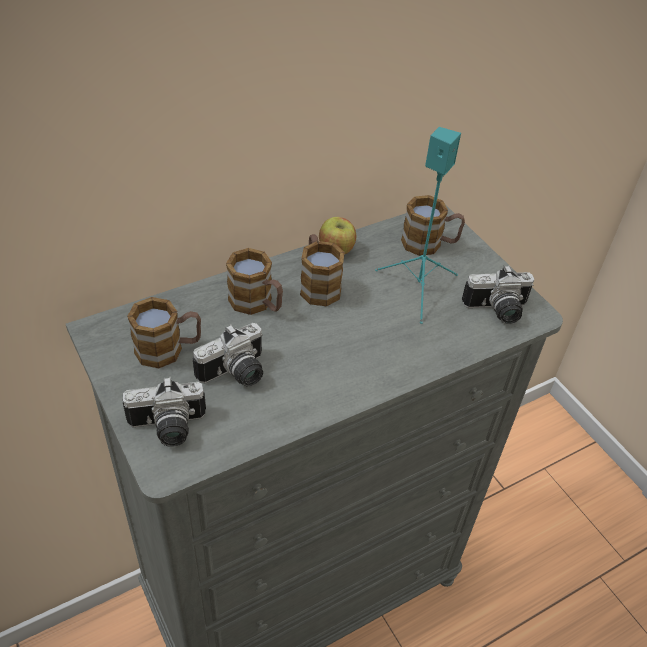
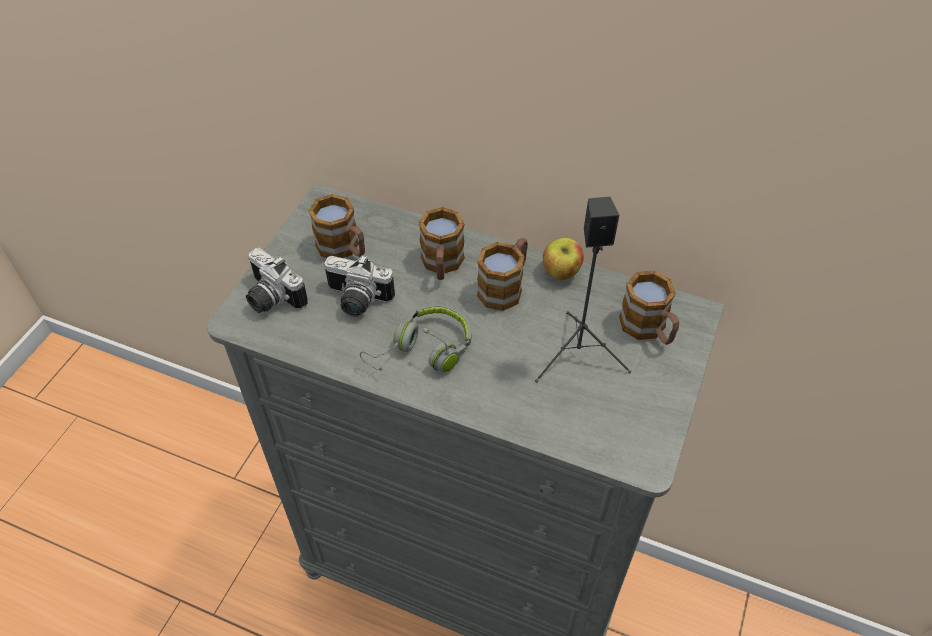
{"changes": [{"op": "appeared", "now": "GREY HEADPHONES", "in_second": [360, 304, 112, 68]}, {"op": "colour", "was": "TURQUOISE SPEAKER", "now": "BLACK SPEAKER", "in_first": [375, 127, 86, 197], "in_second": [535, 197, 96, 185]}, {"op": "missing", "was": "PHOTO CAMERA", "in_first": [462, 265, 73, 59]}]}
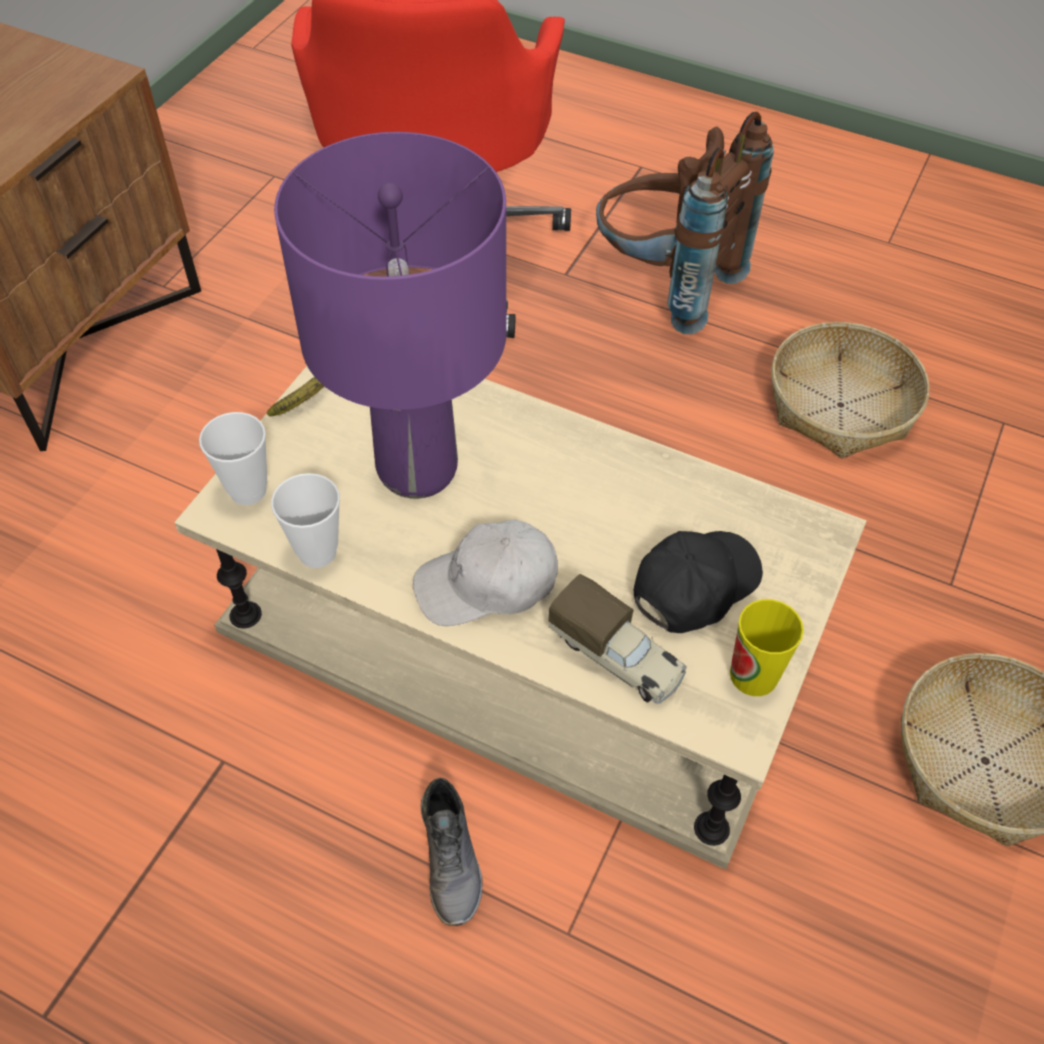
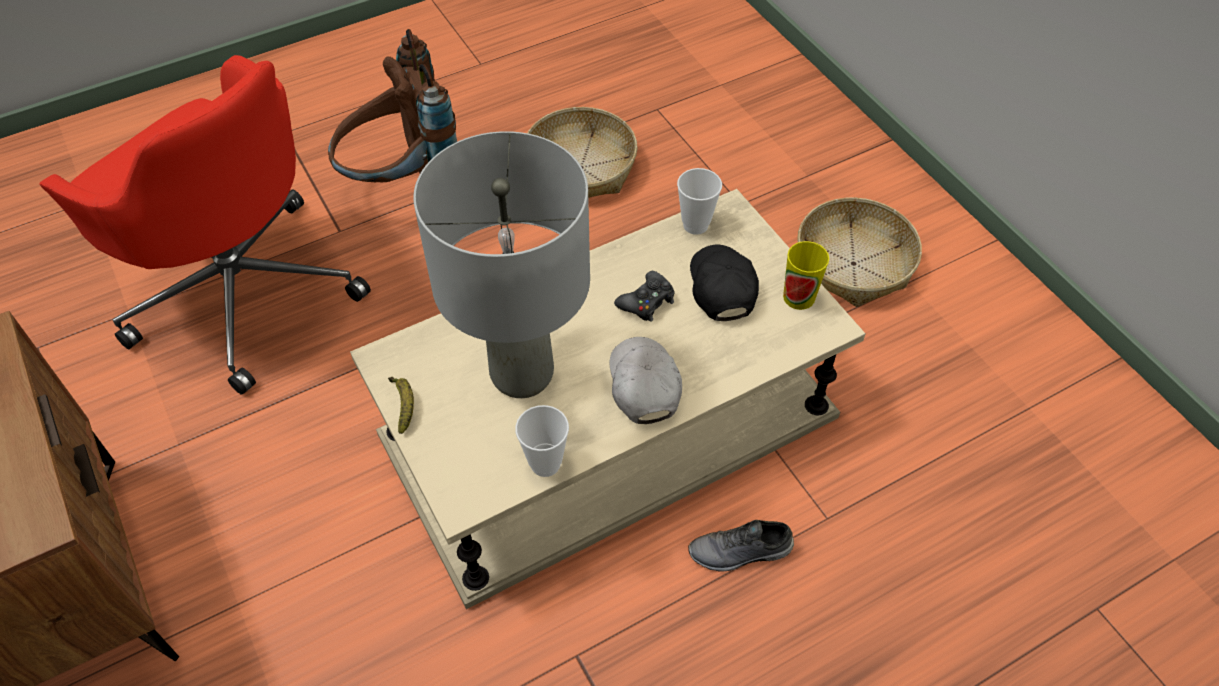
{"changes": [{"op": "colour", "was": "PURPLE TABLE LAMP", "now": "GREY TABLE LAMP", "in_first": [274, 132, 232, 367], "in_second": [413, 131, 177, 267]}, {"op": "spun", "was": "WHITE CAP", "in_first": [413, 520, 145, 106], "in_second": [610, 337, 72, 87], "clockwise": 150}, {"op": "appeared", "now": "BLACK GAME CONTROLLER", "in_second": [614, 271, 61, 51]}, {"op": "relocated", "was": "CUP", "in_first": [199, 412, 68, 93], "in_second": [677, 168, 45, 67]}, {"op": "spun", "was": "GREY SHOE", "in_first": [421, 778, 61, 148], "in_second": [688, 520, 106, 52], "clockwise": 150}, {"op": "missing", "was": "TOY TRUCK", "in_first": [549, 574, 137, 130]}]}
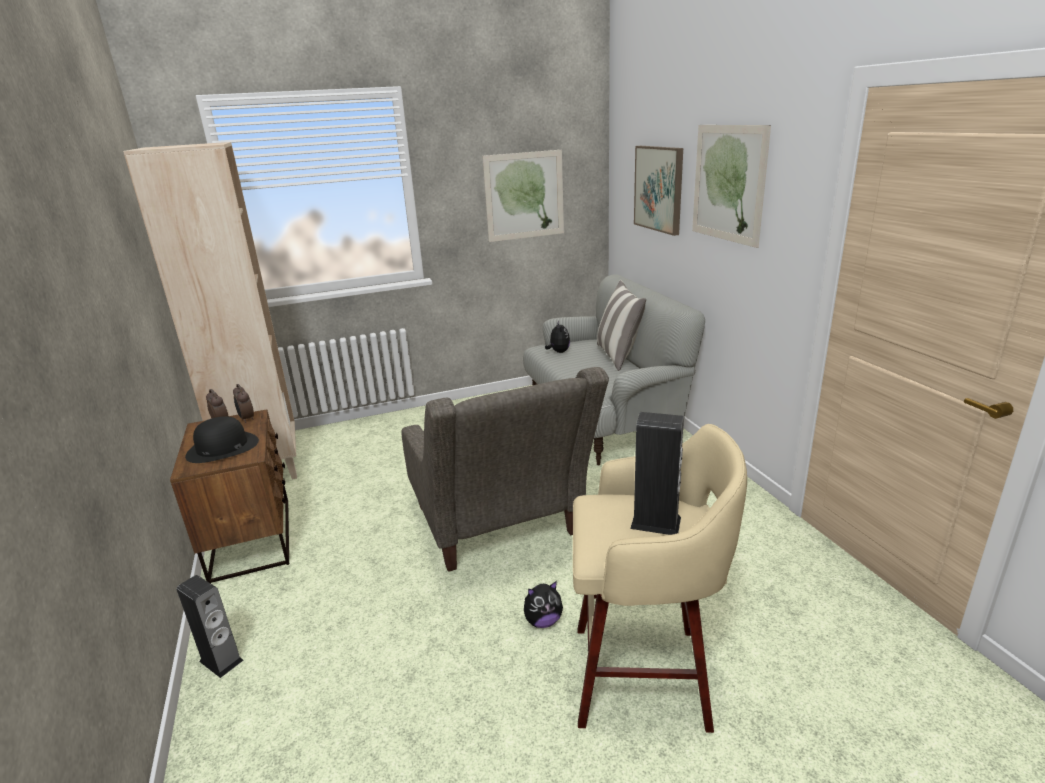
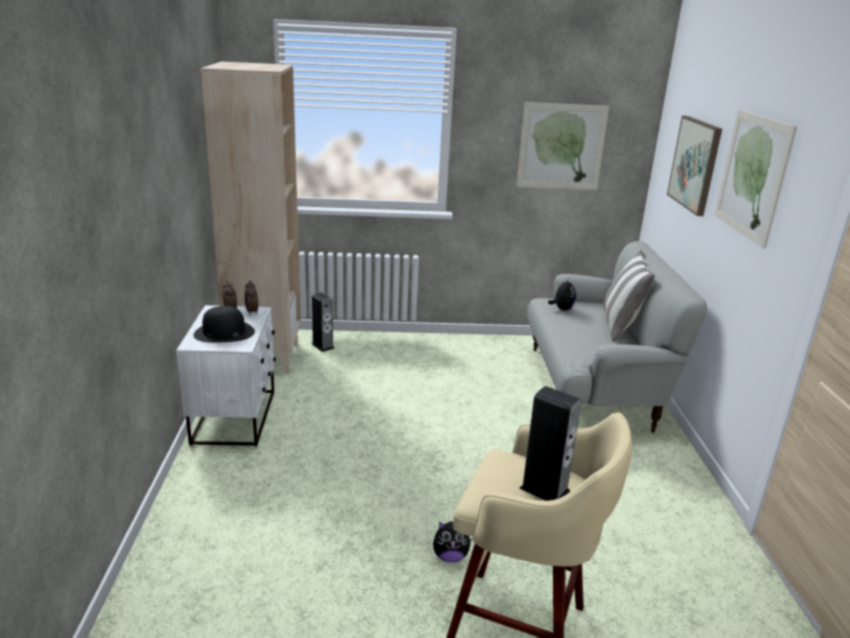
{"changes": [{"op": "colour", "was": "BROWN NIGHTSTAND", "now": "WHITE NIGHTSTAND", "in_first": [170, 410, 119, 173], "in_second": [176, 305, 100, 142]}, {"op": "relocated", "was": "SPEAKER", "in_first": [176, 575, 67, 103], "in_second": [312, 293, 23, 59]}, {"op": "missing", "was": "GREY ARMCHAIR", "in_first": [401, 367, 208, 205]}]}
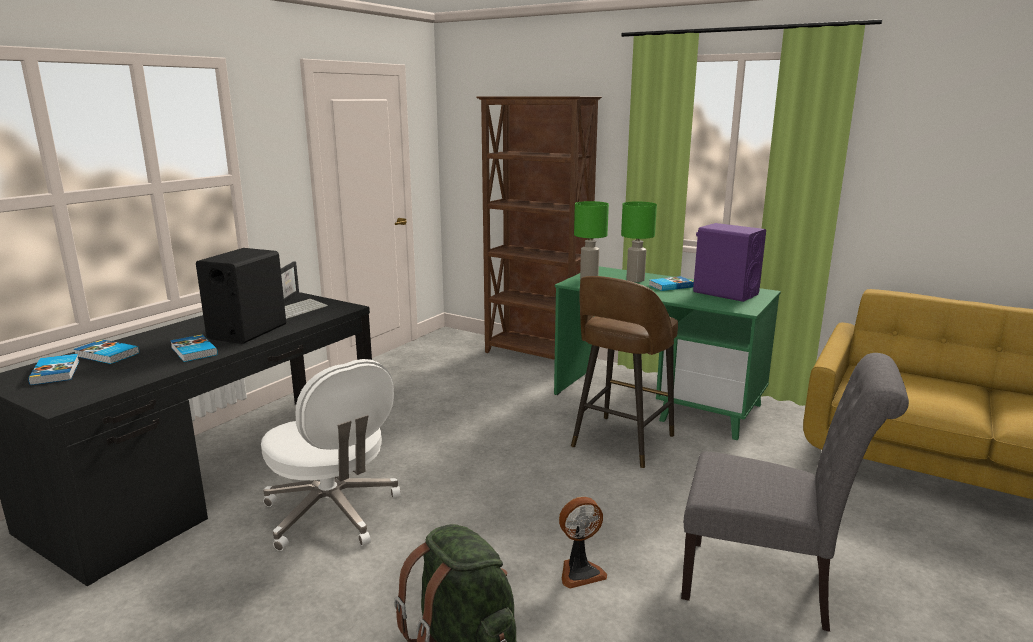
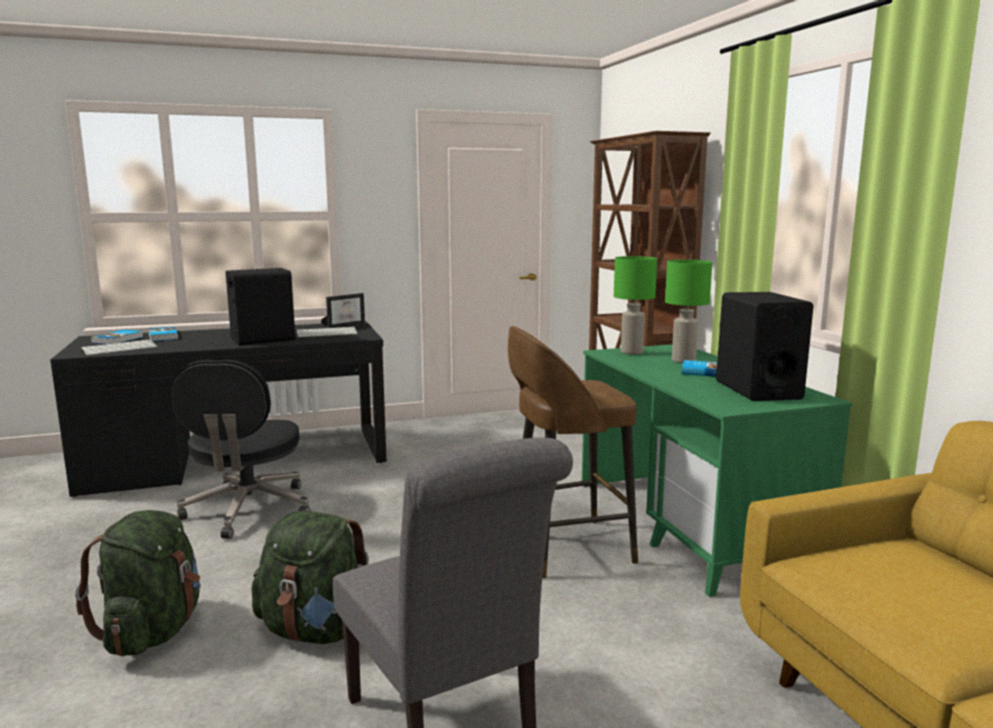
{"changes": [{"op": "appeared", "now": "KEYBOARD", "in_second": [81, 340, 76, 15]}, {"op": "colour", "was": "WHITE OFFICE CHAIR", "now": "BLACK OFFICE CHAIR", "in_first": [261, 359, 140, 192], "in_second": [170, 360, 140, 179]}, {"op": "exchanged", "was": "FAN", "now": "GREEN BACKPACK", "in_first": [559, 497, 48, 92], "in_second": [252, 510, 117, 134]}, {"op": "colour", "was": "PURPLE SPEAKER", "now": "BLACK SPEAKER", "in_first": [693, 223, 73, 79], "in_second": [716, 292, 98, 109]}, {"op": "missing", "was": "BOOK", "in_first": [170, 335, 48, 27]}]}
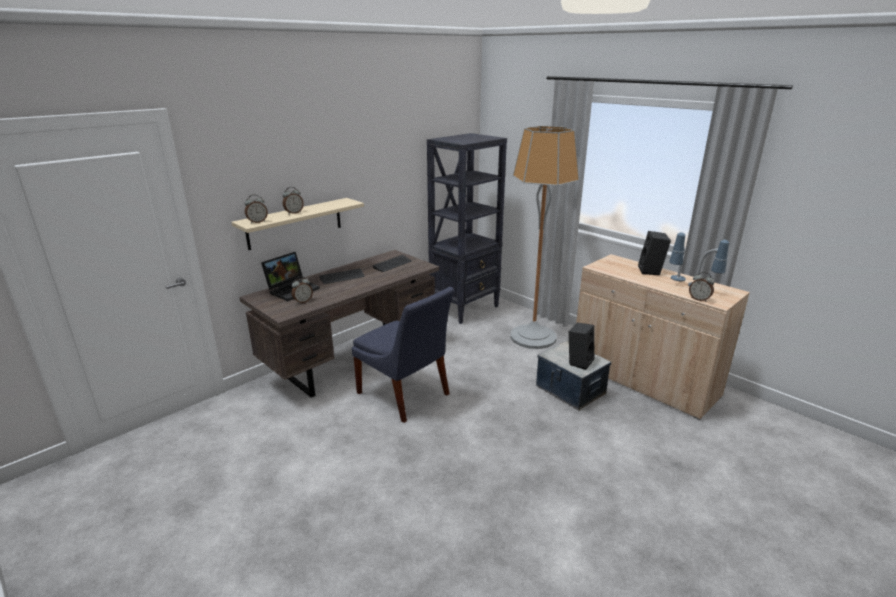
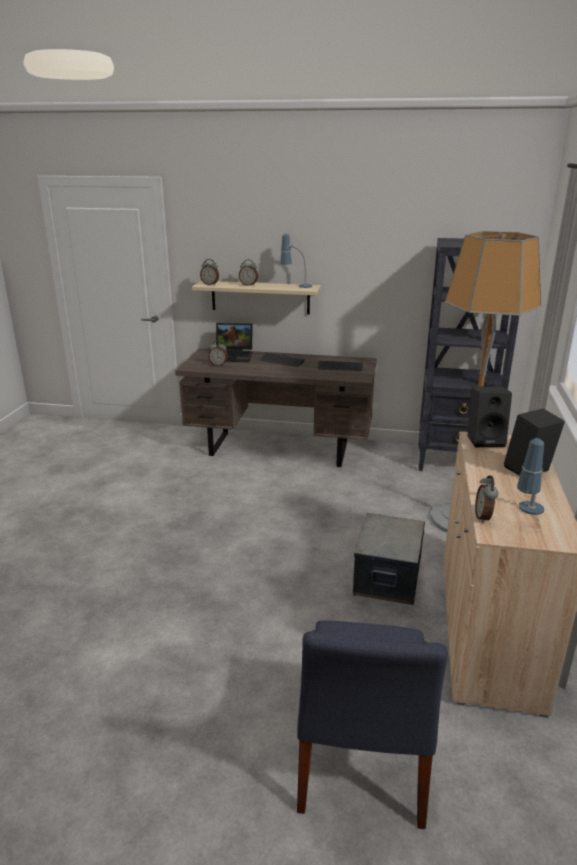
{"changes": [{"op": "relocated", "was": "TABLE LAMP", "in_first": [669, 232, 17, 49], "in_second": [280, 234, 32, 54]}, {"op": "relocated", "was": "BLUE CHAIR", "in_first": [352, 287, 103, 136], "in_second": [297, 621, 151, 208]}, {"op": "relocated", "was": "BLACK SPEAKER", "in_first": [569, 322, 25, 48], "in_second": [467, 386, 45, 61]}]}
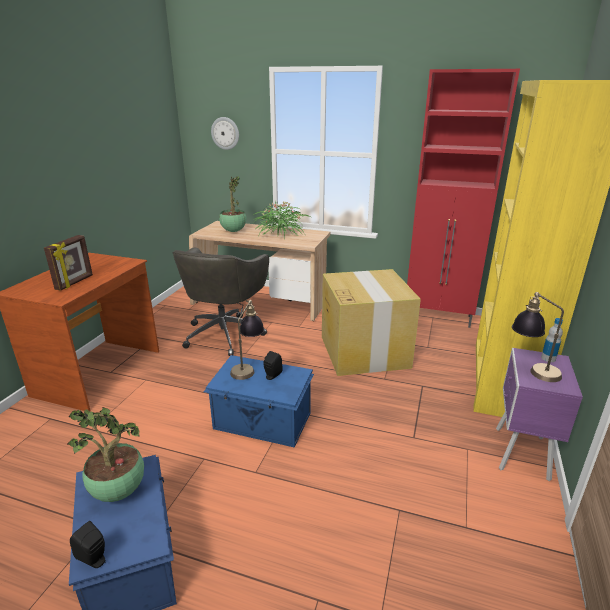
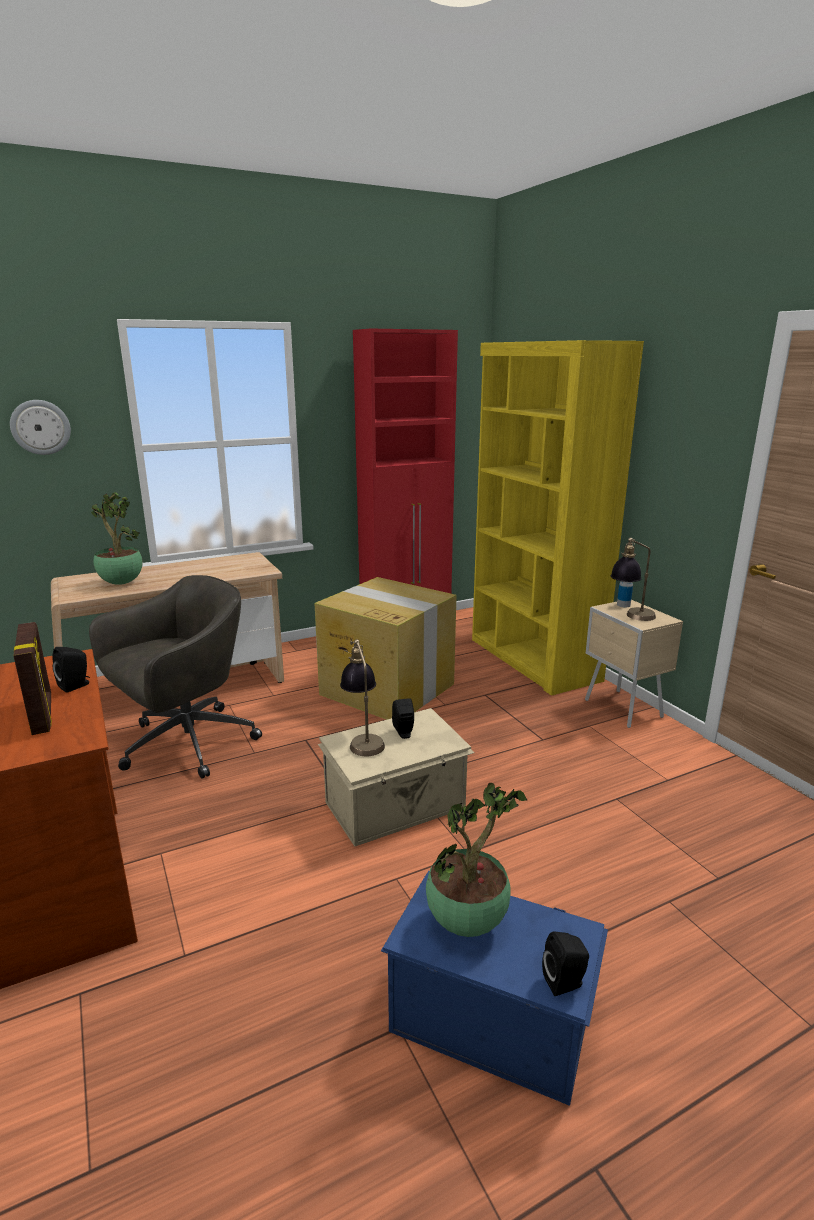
{"changes": [{"op": "appeared", "now": "BLACK SPEAKER", "in_second": [52, 647, 38, 46]}, {"op": "spun", "was": "GREY OFFICE CHAIR", "in_first": [172, 248, 97, 108], "in_second": [89, 575, 173, 204], "clockwise": -105}, {"op": "colour", "was": "BLUE STORAGE BOX", "now": "BEIGE STORAGE BOX", "in_first": [204, 355, 110, 93], "in_second": [318, 708, 157, 138]}, {"op": "colour", "was": "PURPLE NIGHTSTAND", "now": "BEIGE NIGHTSTAND", "in_first": [496, 348, 87, 133], "in_second": [585, 600, 98, 128]}, {"op": "missing", "was": "POTTED PLANT", "in_first": [253, 201, 58, 39]}]}
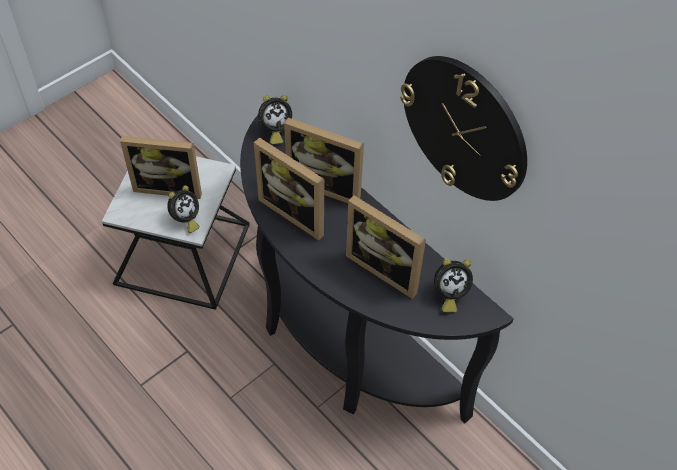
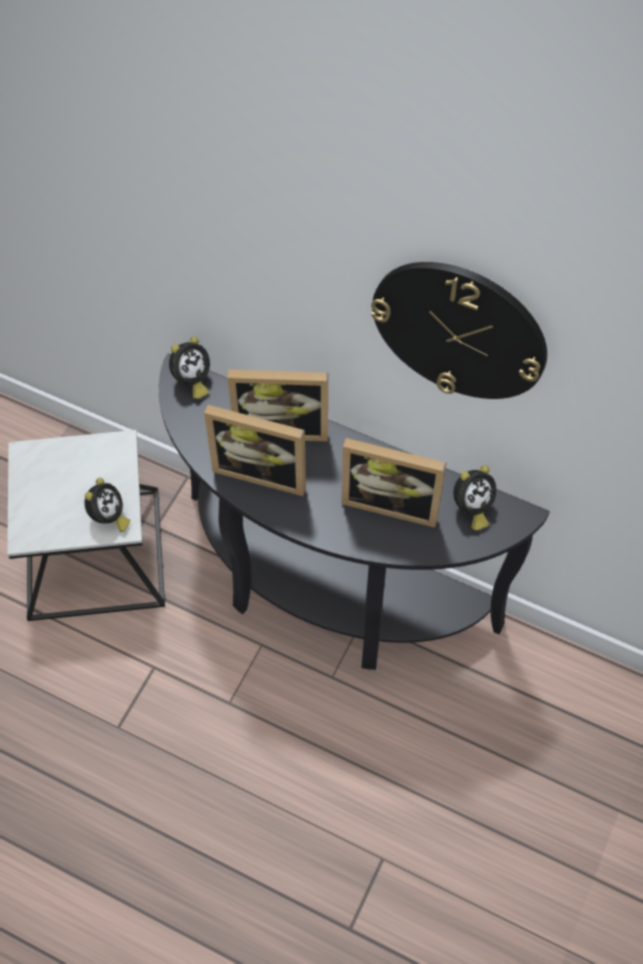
{"changes": [{"op": "missing", "was": "PICTURE FRAME", "in_first": [120, 136, 82, 63]}]}
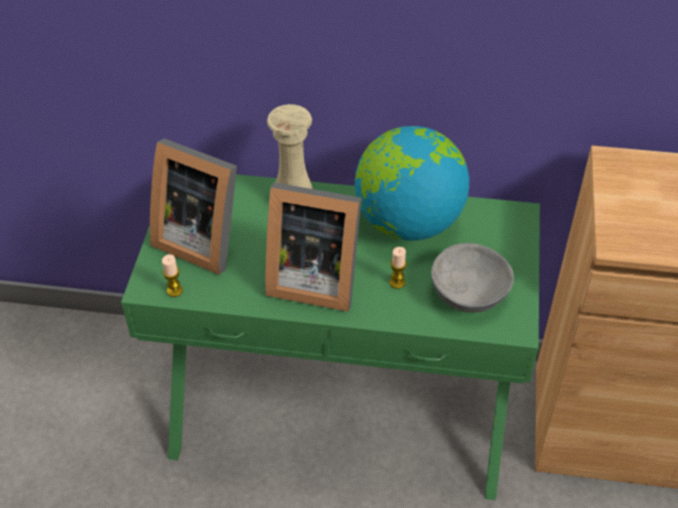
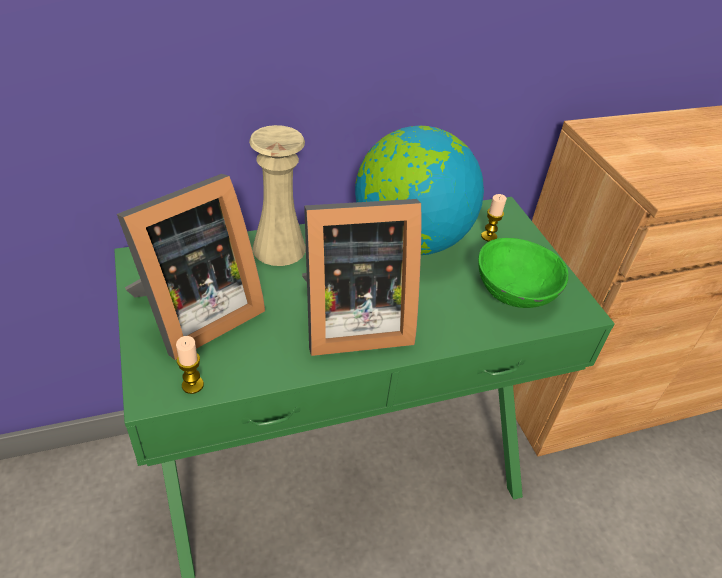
{"changes": [{"op": "spun", "was": "PICTURE FRAME", "in_first": [150, 138, 87, 137], "in_second": [117, 174, 148, 186], "clockwise": -45}, {"op": "colour", "was": "GREY BOWL", "now": "GREEN BOWL", "in_first": [431, 243, 83, 69], "in_second": [478, 238, 90, 70]}, {"op": "relocated", "was": "CANDLE", "in_first": [389, 247, 18, 42], "in_second": [481, 194, 26, 48]}]}
